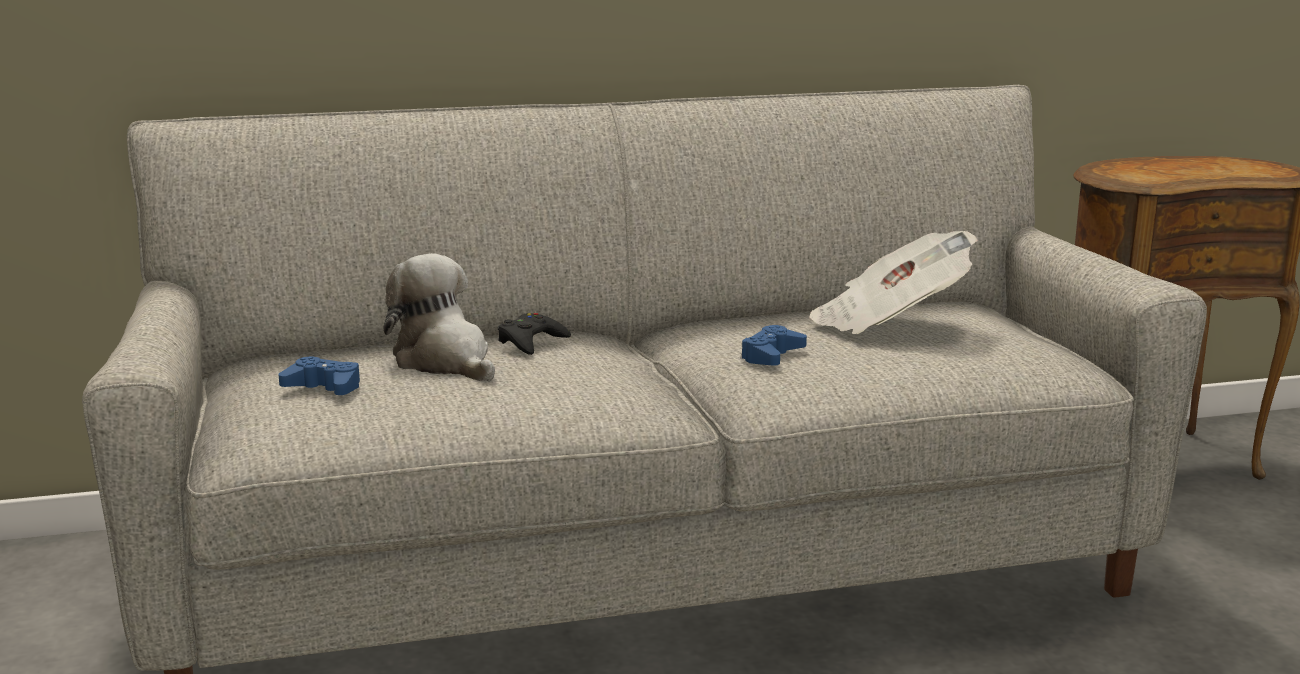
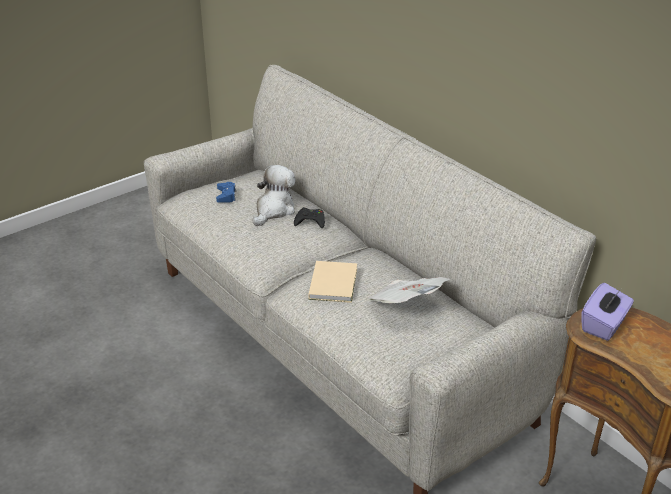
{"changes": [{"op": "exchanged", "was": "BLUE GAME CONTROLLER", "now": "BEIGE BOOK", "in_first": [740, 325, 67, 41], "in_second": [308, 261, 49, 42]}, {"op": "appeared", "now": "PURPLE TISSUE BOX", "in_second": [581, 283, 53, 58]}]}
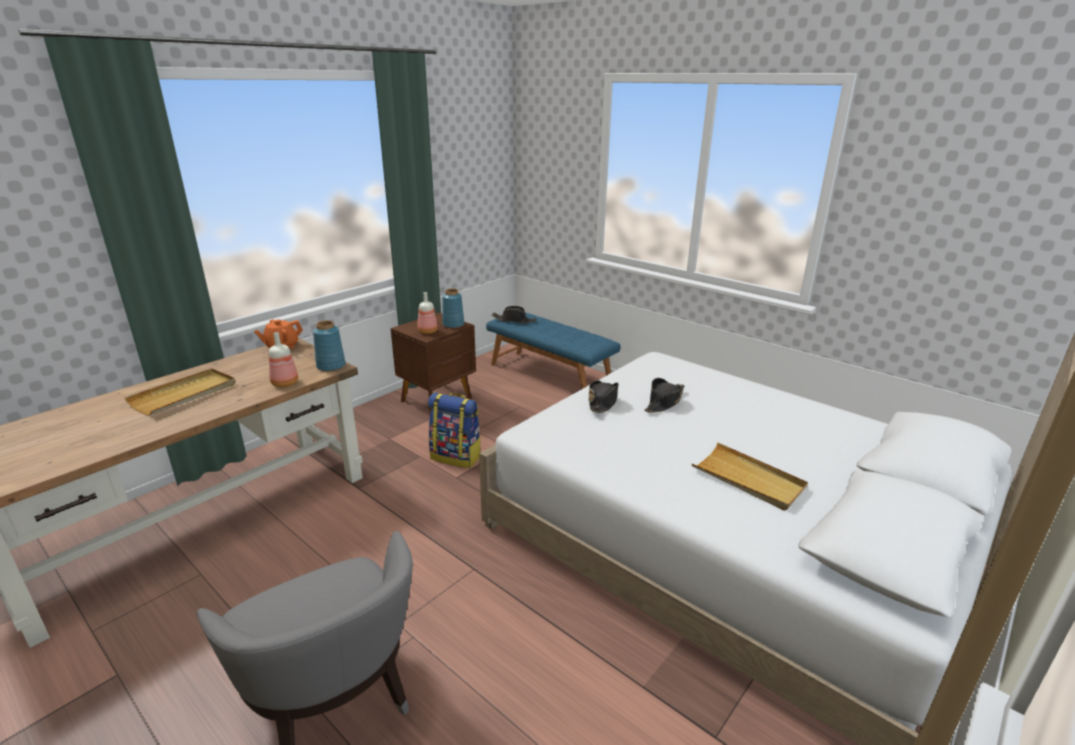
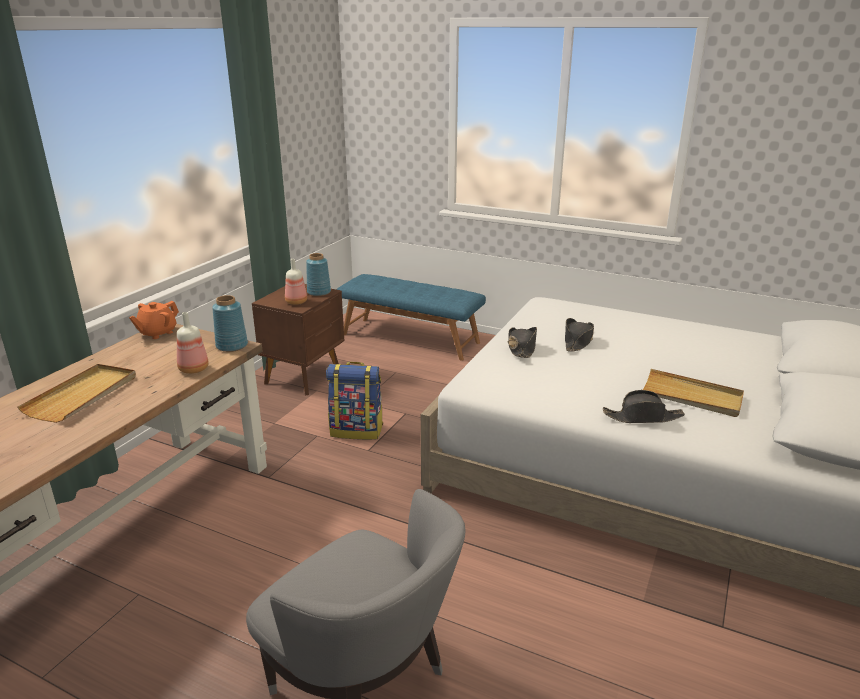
{"changes": [{"op": "relocated", "was": "BLACK HAT", "in_first": [492, 306, 44, 17], "in_second": [603, 390, 82, 33]}]}
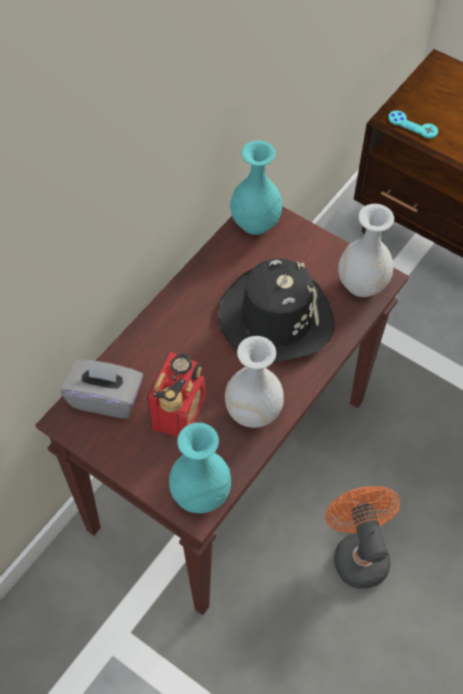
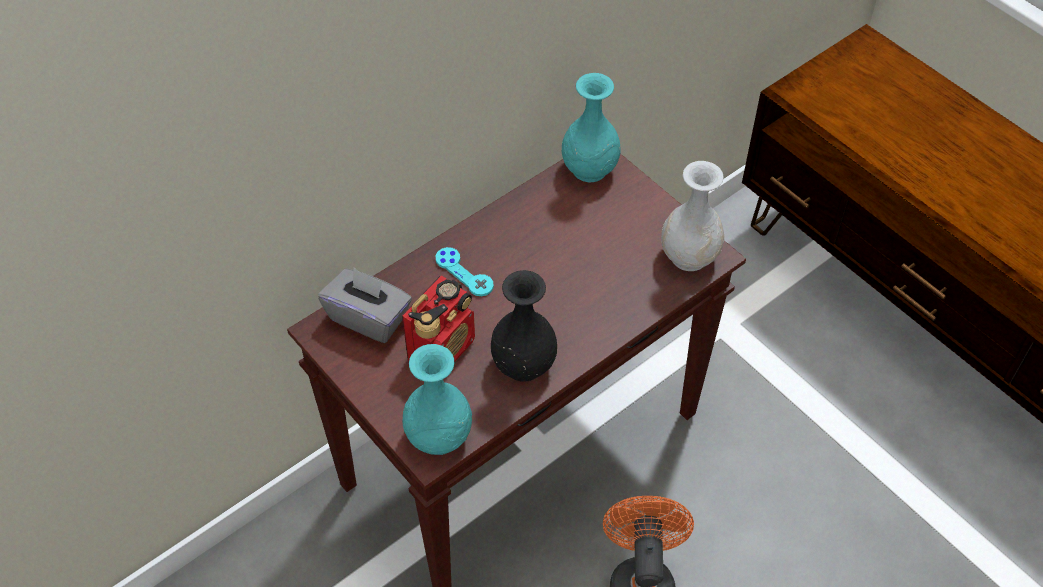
{"changes": [{"op": "relocated", "was": "TURQUOISE GAME CONTROLLER", "in_first": [389, 110, 49, 28], "in_second": [436, 247, 58, 49]}, {"op": "colour", "was": "WHITE VASE", "now": "BLACK VASE", "in_first": [225, 336, 59, 92], "in_second": [491, 270, 66, 112]}, {"op": "missing", "was": "BLACK HAT", "in_first": [218, 258, 117, 105]}]}
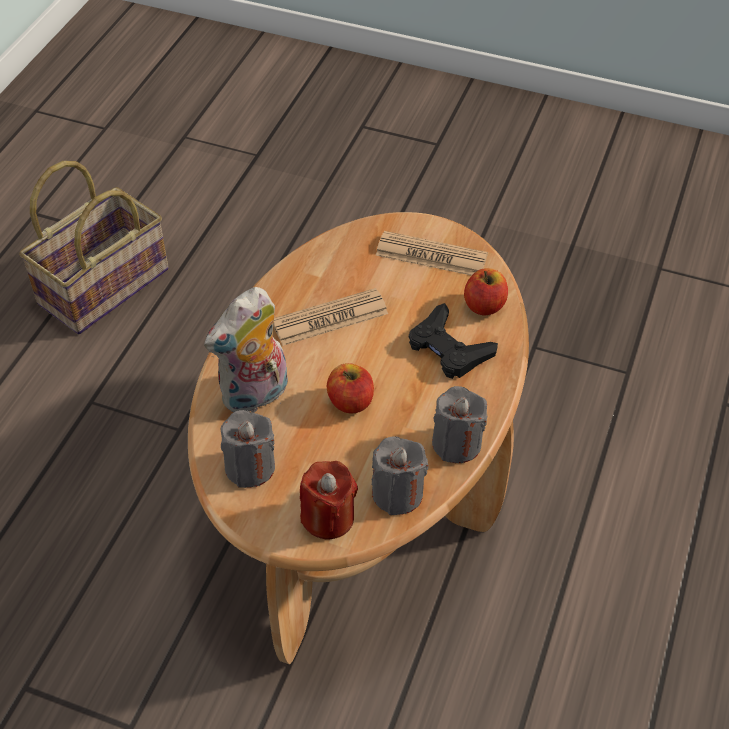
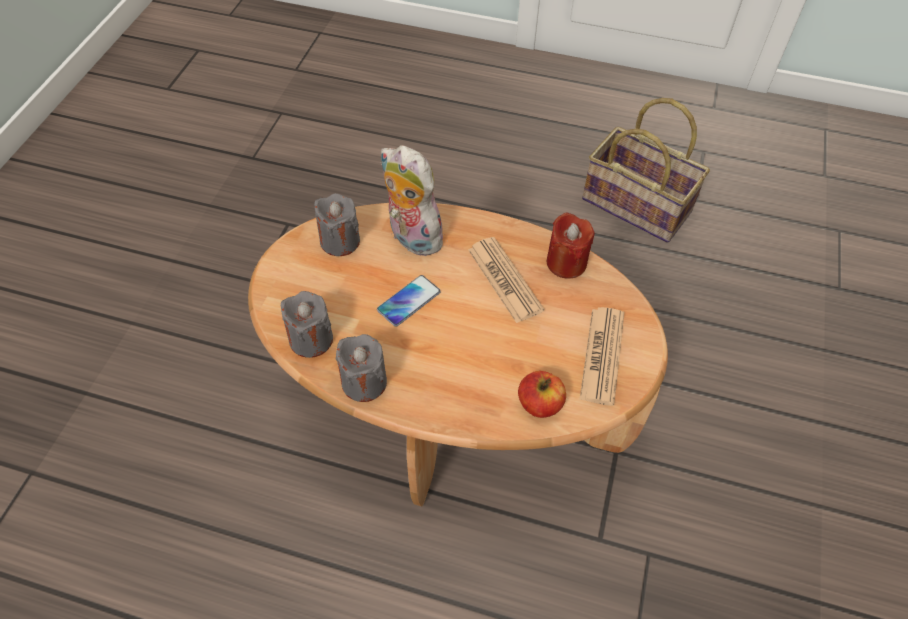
{"changes": [{"op": "exchanged", "was": "APPLE", "now": "PHONE", "in_first": [327, 363, 47, 51], "in_second": [377, 275, 64, 52]}, {"op": "relocated", "was": "RED CANDLE", "in_first": [300, 461, 58, 78], "in_second": [547, 212, 48, 67]}, {"op": "missing", "was": "BLACK GAME CONTROLLER", "in_first": [409, 303, 89, 76]}]}
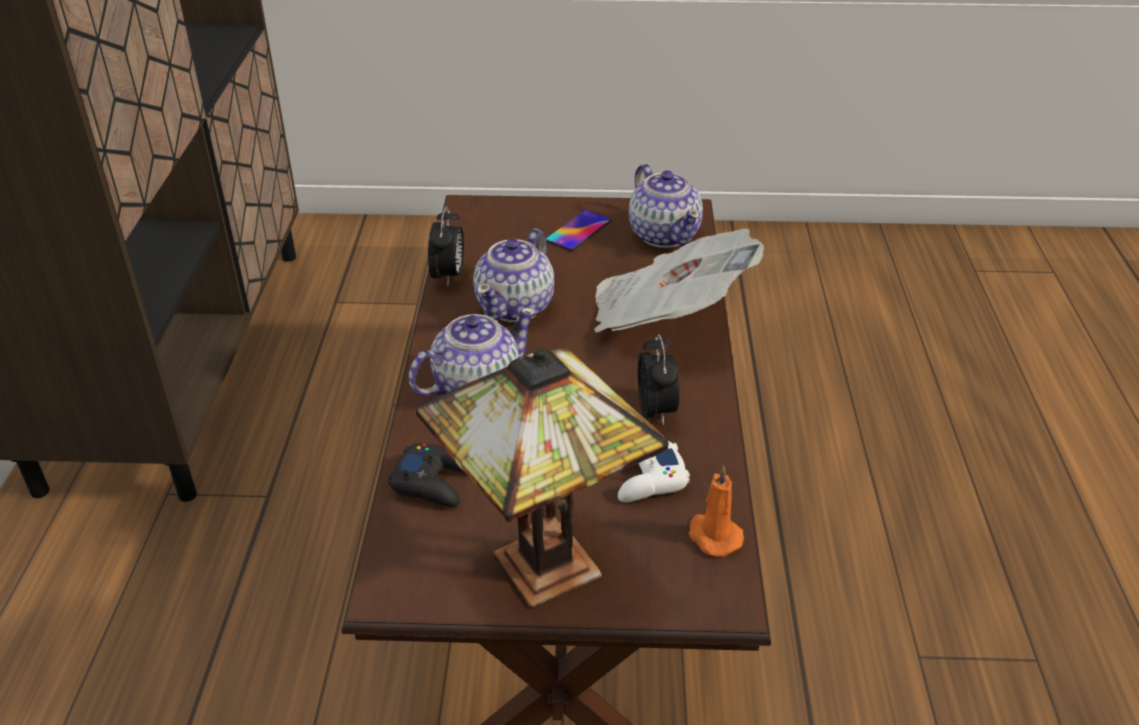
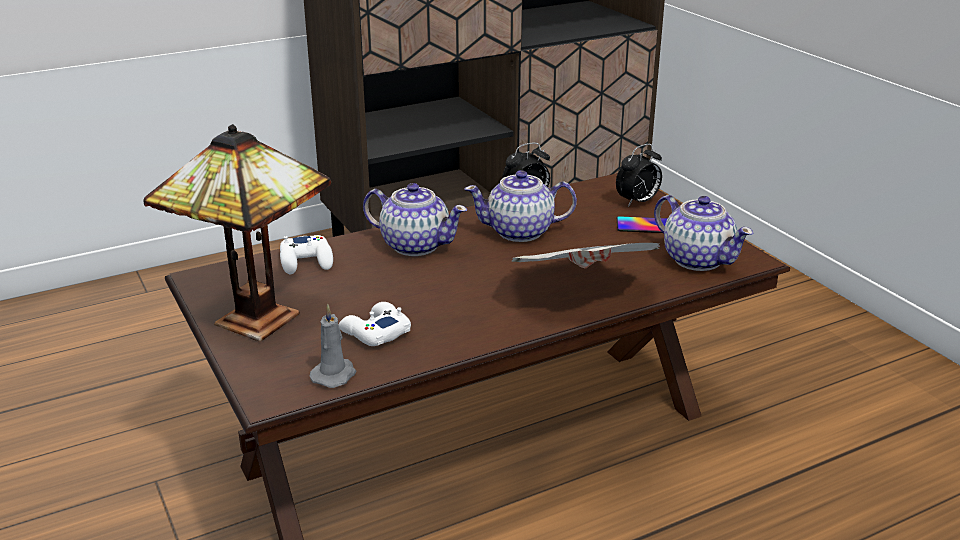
{"changes": [{"op": "colour", "was": "BLACK GAME CONTROLLER", "now": "WHITE GAME CONTROLLER", "in_first": [388, 443, 76, 64], "in_second": [280, 235, 53, 39]}, {"op": "colour", "was": "ORANGE CANDLE", "now": "GREY CANDLE", "in_first": [689, 465, 55, 92], "in_second": [310, 304, 46, 84]}, {"op": "relocated", "was": "ALARM CLOCK", "in_first": [638, 334, 41, 92], "in_second": [616, 144, 46, 63]}, {"op": "spun", "was": "TEAPOT", "in_first": [629, 164, 74, 84], "in_second": [654, 195, 99, 76], "clockwise": -75}]}
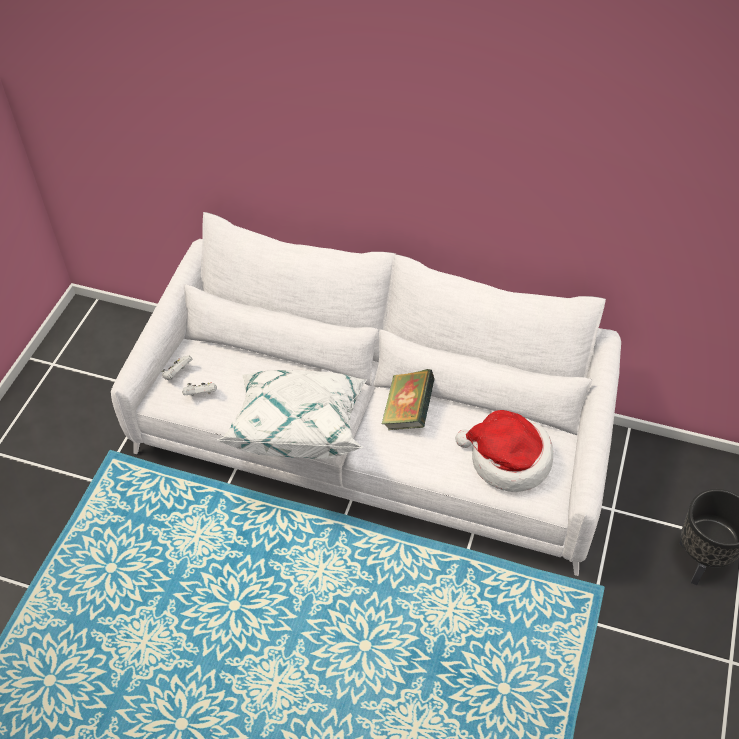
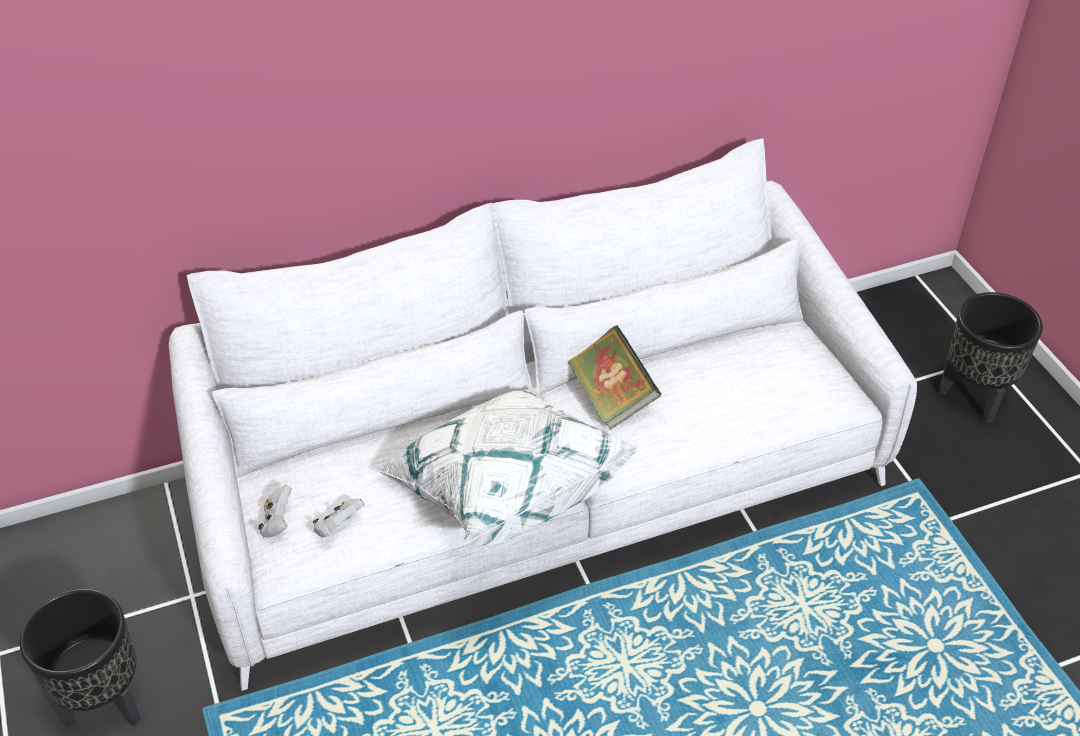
{"changes": [{"op": "appeared", "now": "BLACK PLANTER", "in_second": [19, 589, 122, 138]}, {"op": "missing", "was": "HAT", "in_first": [455, 410, 98, 82]}]}
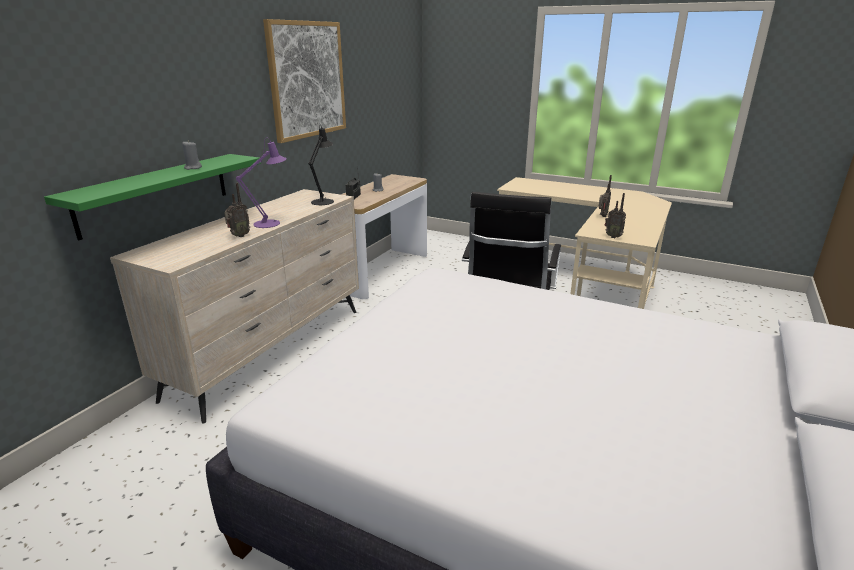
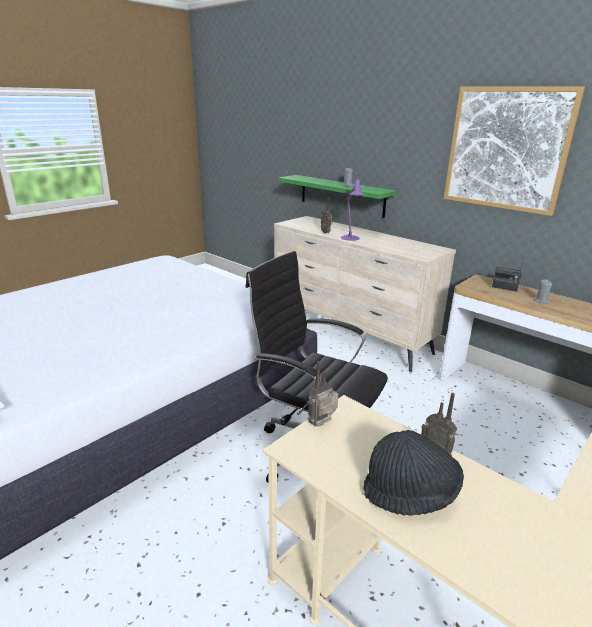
{"changes": [{"op": "appeared", "now": "BLACK HAT", "in_second": [363, 430, 101, 86]}, {"op": "missing", "was": "BLACK TABLE LAMP", "in_first": [308, 125, 26, 80]}]}
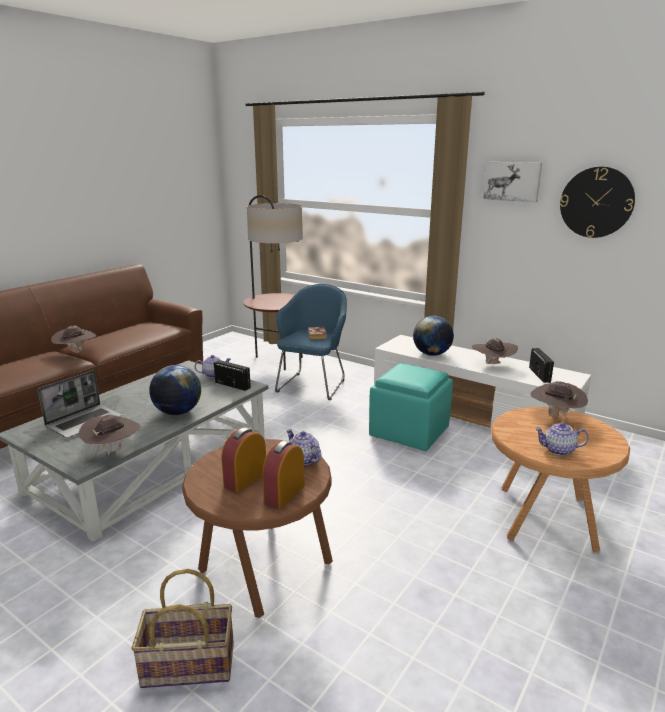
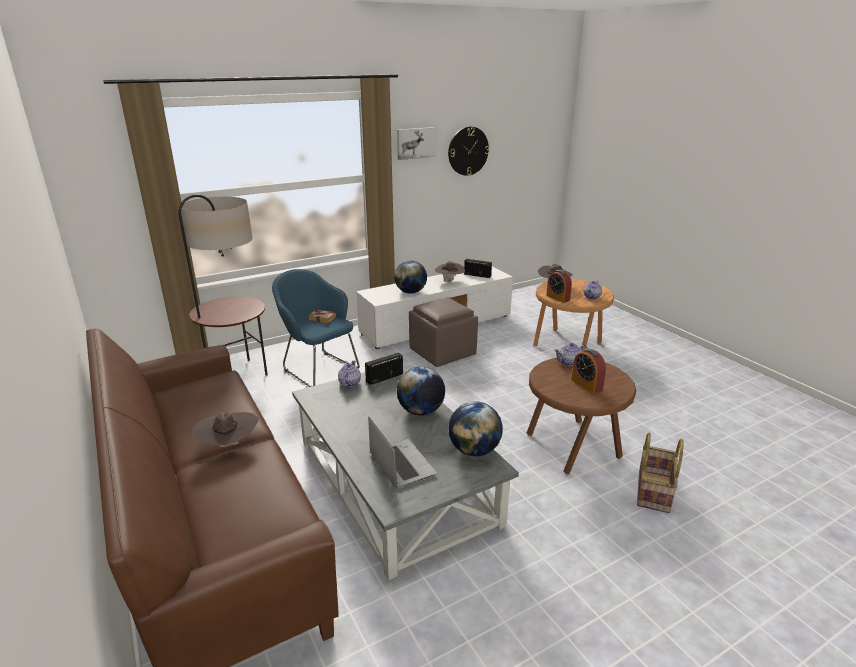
{"changes": [{"op": "colour", "was": "TURQUOISE OTTOMAN", "now": "BROWN OTTOMAN", "in_first": [369, 363, 84, 88], "in_second": [409, 297, 69, 70]}, {"op": "exchanged", "was": "BROWN HAT", "now": "GLOBE", "in_first": [79, 414, 62, 41], "in_second": [448, 401, 55, 55]}, {"op": "relocated", "was": "ALARM CLOCK", "in_first": [262, 441, 43, 68], "in_second": [546, 270, 26, 33]}]}
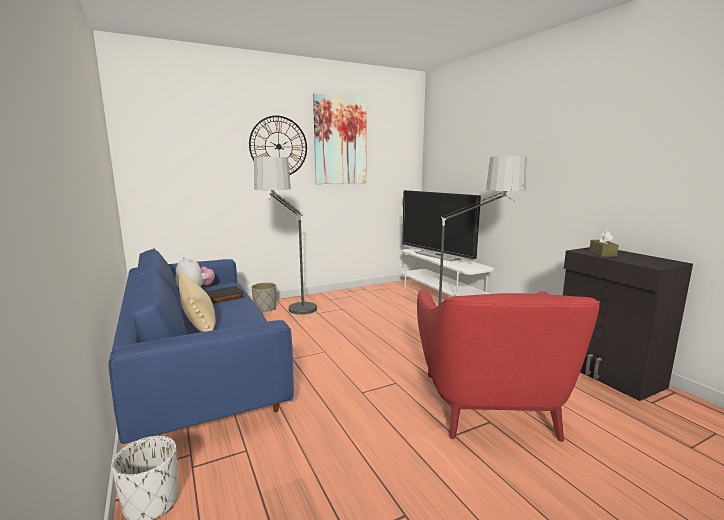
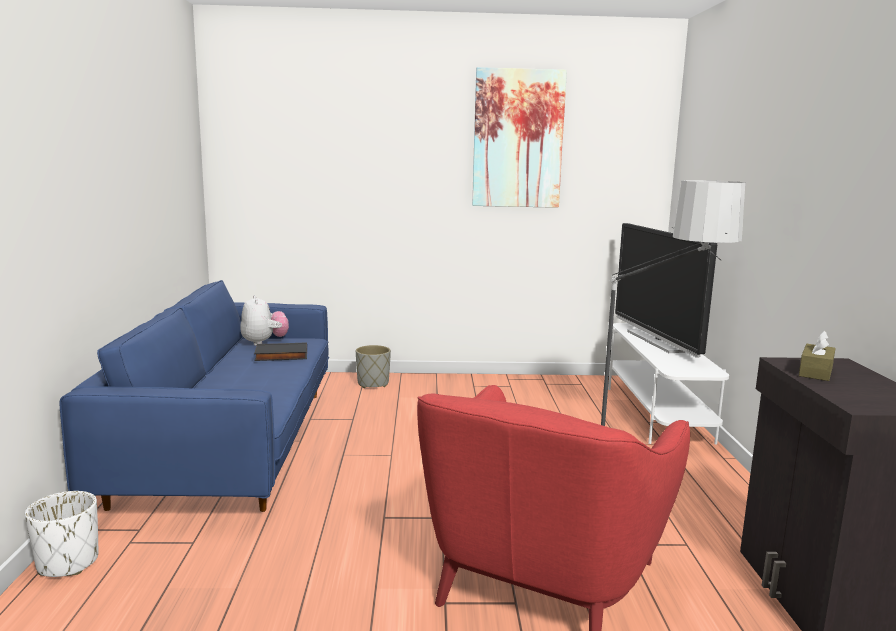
{"changes": [{"op": "missing", "was": "BEIGE PILLOW", "in_first": [179, 272, 37, 60]}, {"op": "missing", "was": "WALL CLOCK", "in_first": [249, 116, 58, 59]}, {"op": "missing", "was": "FLOOR LAMP", "in_first": [254, 157, 65, 161]}]}
